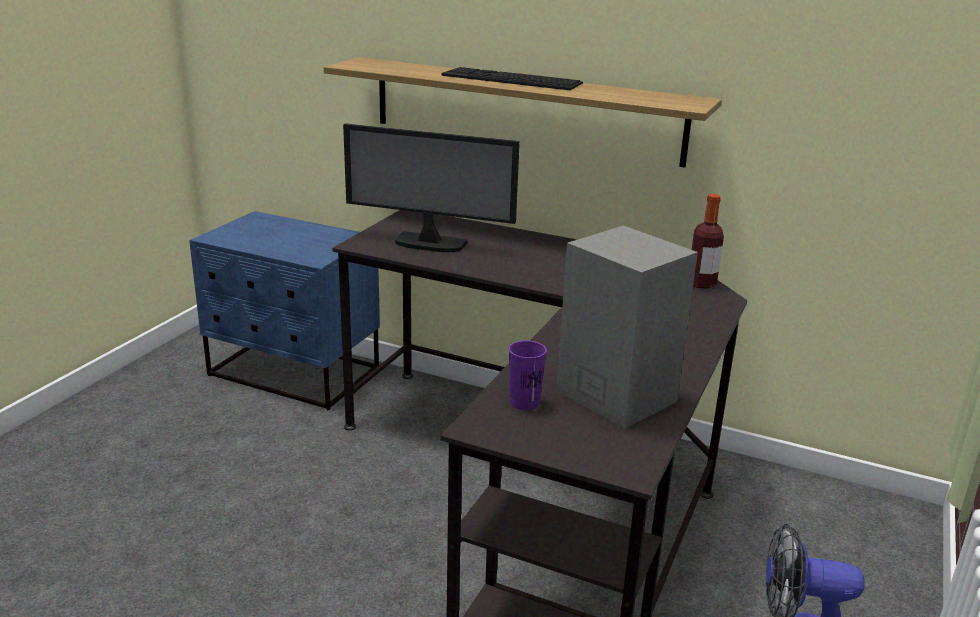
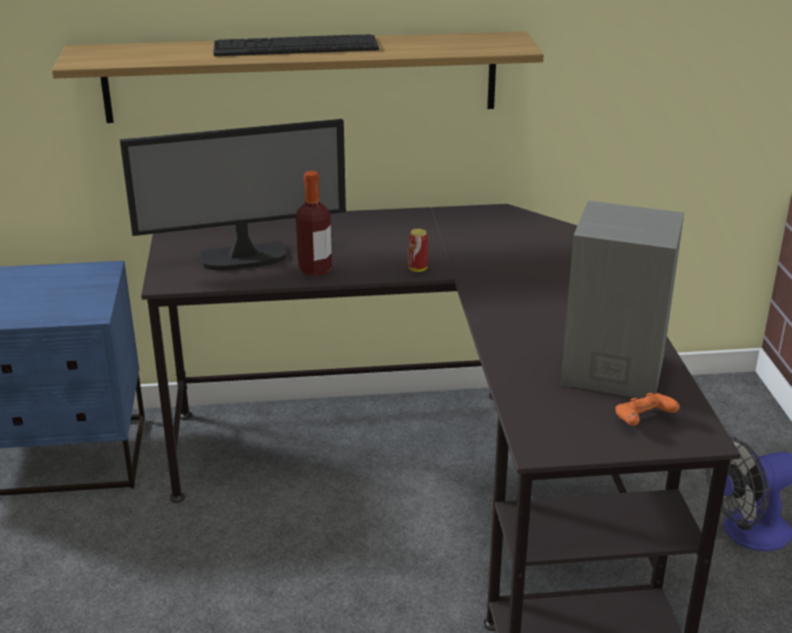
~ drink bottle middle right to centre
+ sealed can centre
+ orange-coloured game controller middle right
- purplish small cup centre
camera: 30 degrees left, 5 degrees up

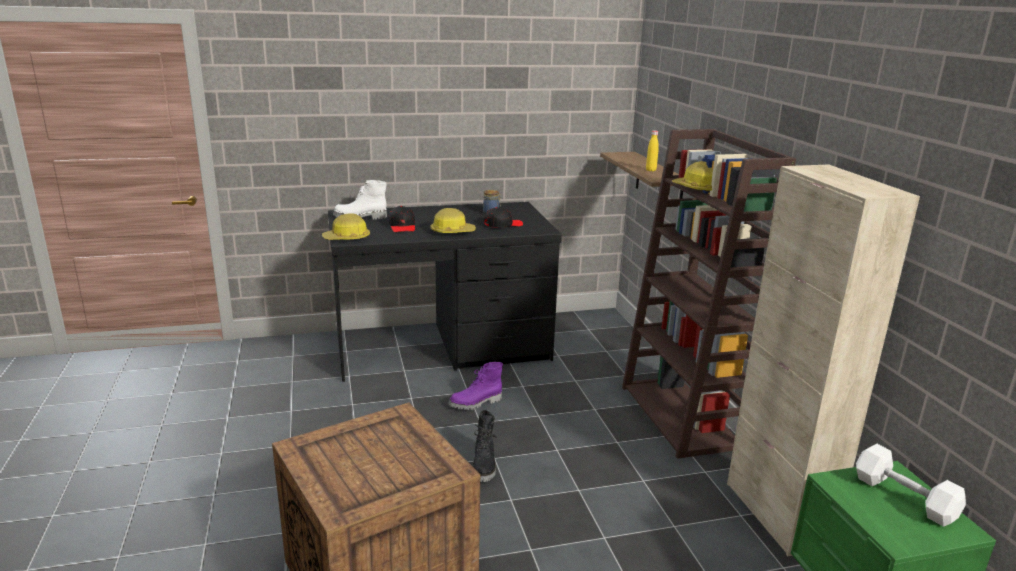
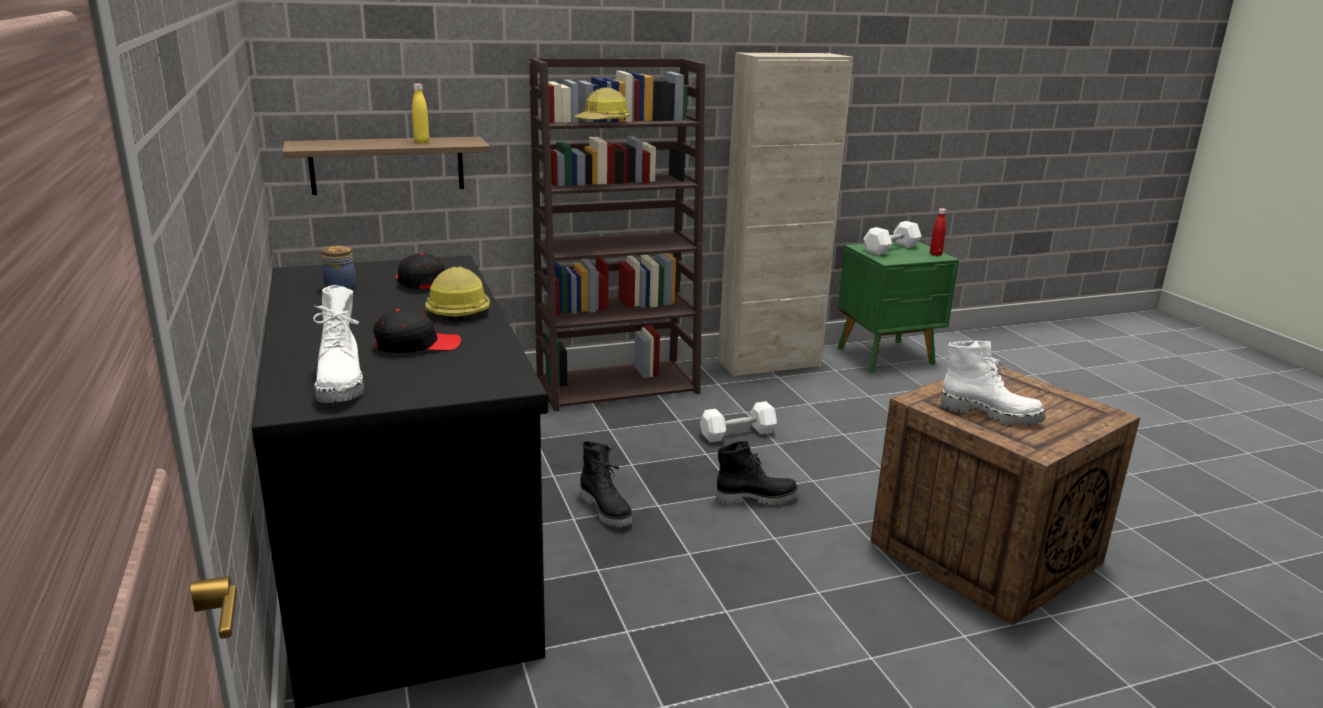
~ purplish high-top boot bottom centre to black-coloured high-top boot (1st from left) bottom centre
+ white-coloured hand weight (1st from left) centre
+ red-coloured drink bottle top right
+ white-coloured high-top boot (2nd from left) middle right
- work helmet (1st from left) centre
camera: 95 degrees left, 0 degrees up

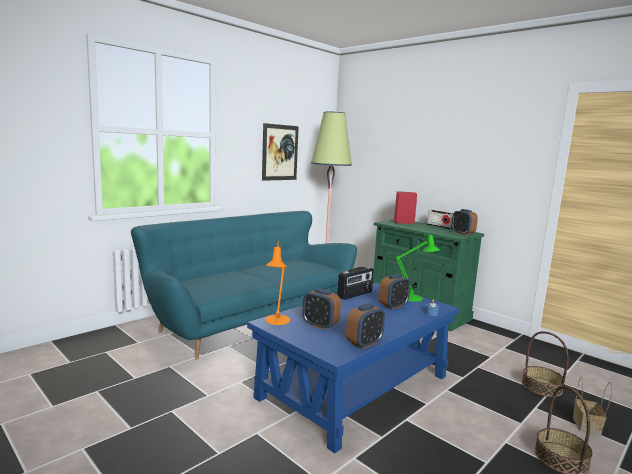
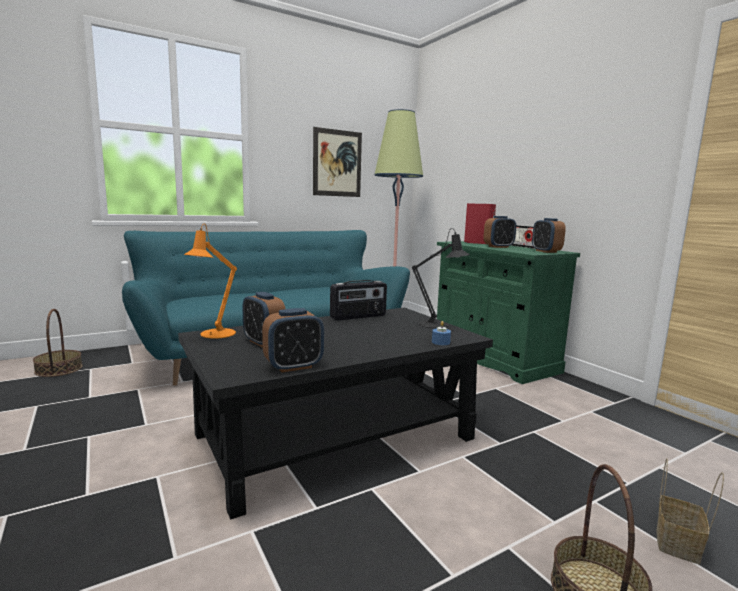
~ basket (1st from left) bottom right to middle left
~ bluish low table bottom centre to black-coloured low table bottom centre
~ green-coloured lamp for a table centre to black-coloured lamp for a table centre
~ alarm clock (3rd from left) centre to middle right
camera: 15 degrees right, 0 degrees up

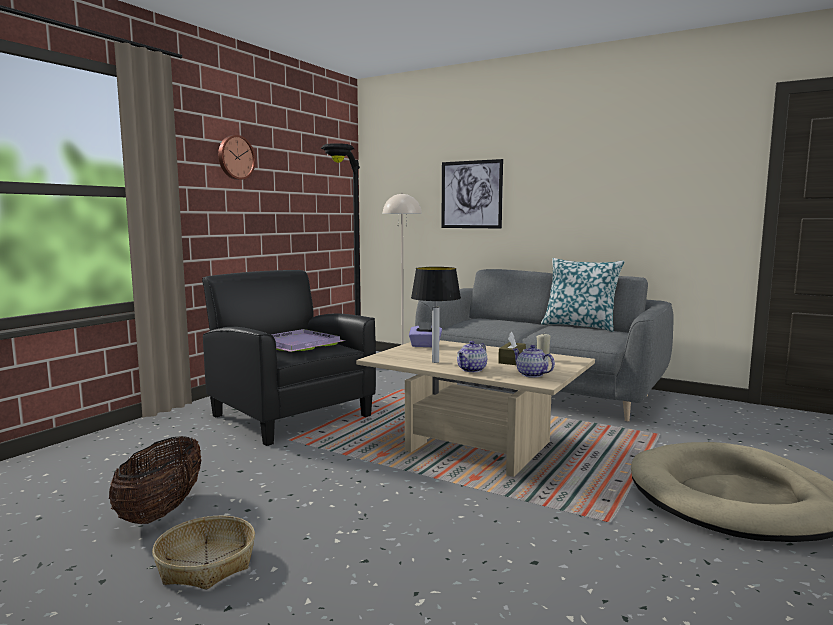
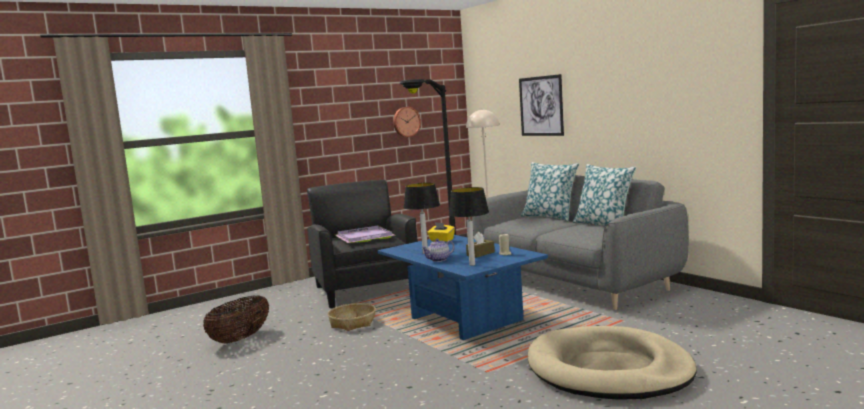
~ basket (2nd from left) bottom left to bottom centre
~ beige low table centre to bluish low table bottom centre
~ wall clock top left to top centre
~ purplish box of tissues centre to yellow-coloured box of tissues centre
~ tea pot (2nd from left) centre to lamp for a table (2nd from left) centre
+ throw pillow (1st from left) centre
camera: 25 degrees right, 0 degrees up

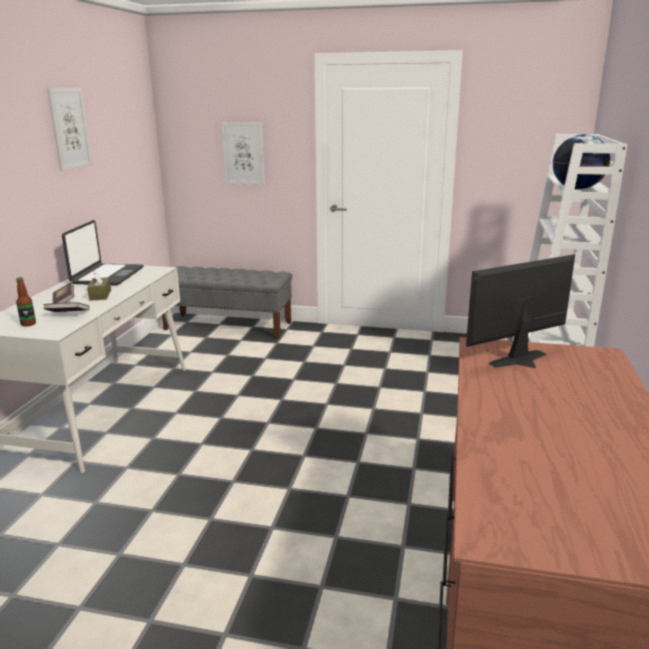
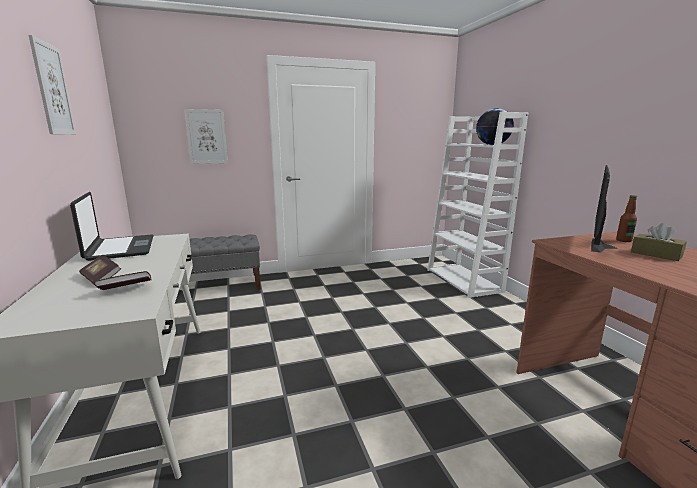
~ drink bottle middle left to middle right
~ brown box of tissues middle left to middle right
camera: 30 degrees left, 5 degrees down

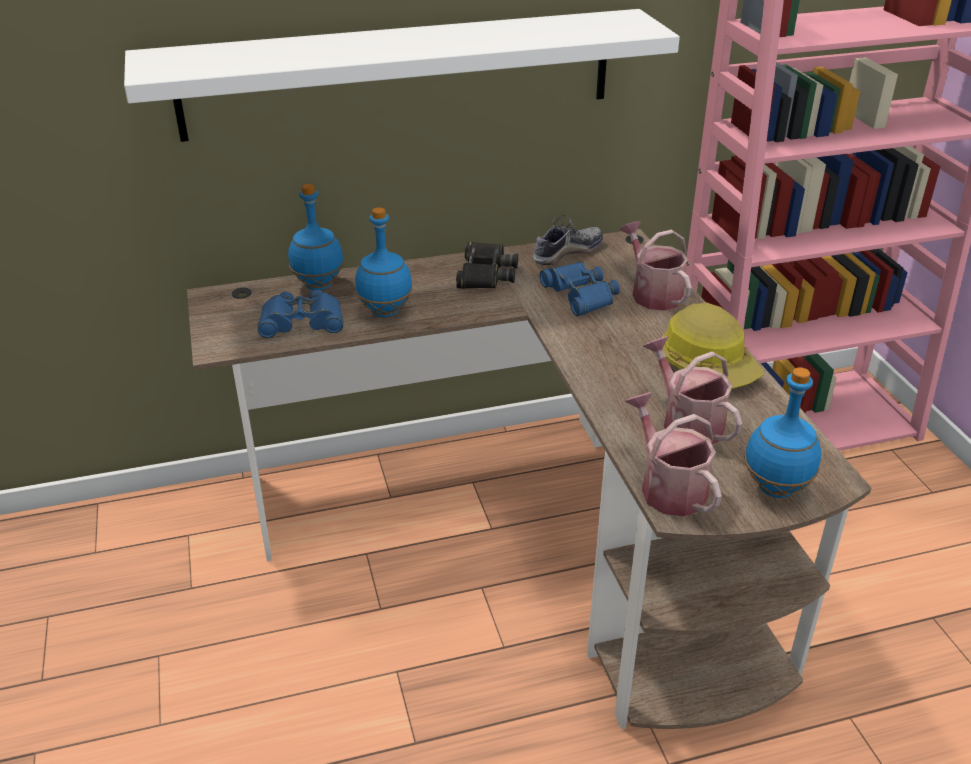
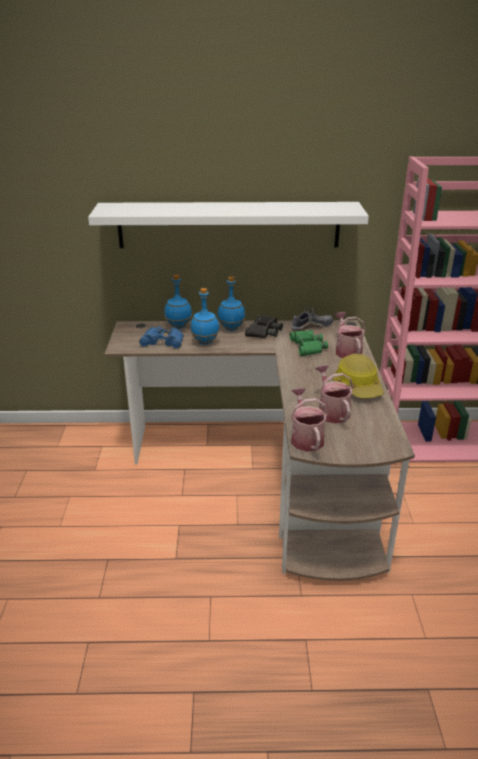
~ bluish drink bottle (3rd from left) middle right to centre
~ bluish pair of binoculars (2nd from left) centre to green-coloured pair of binoculars centre
camera: 15 degrees right, 5 degrees down

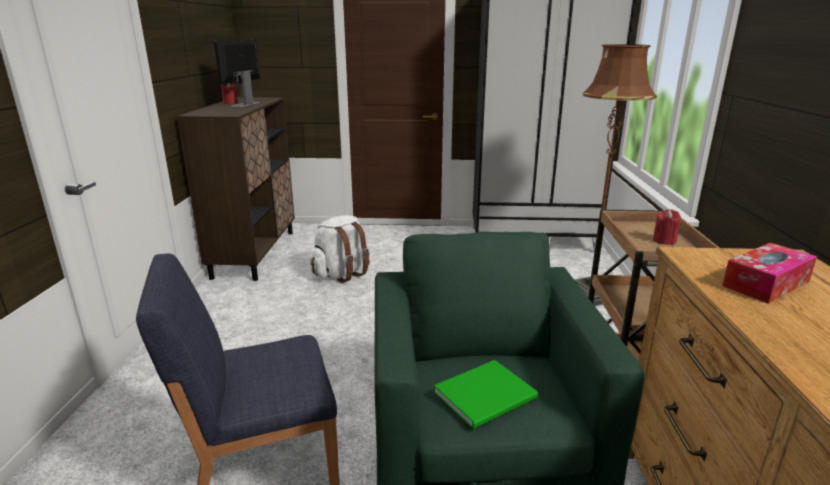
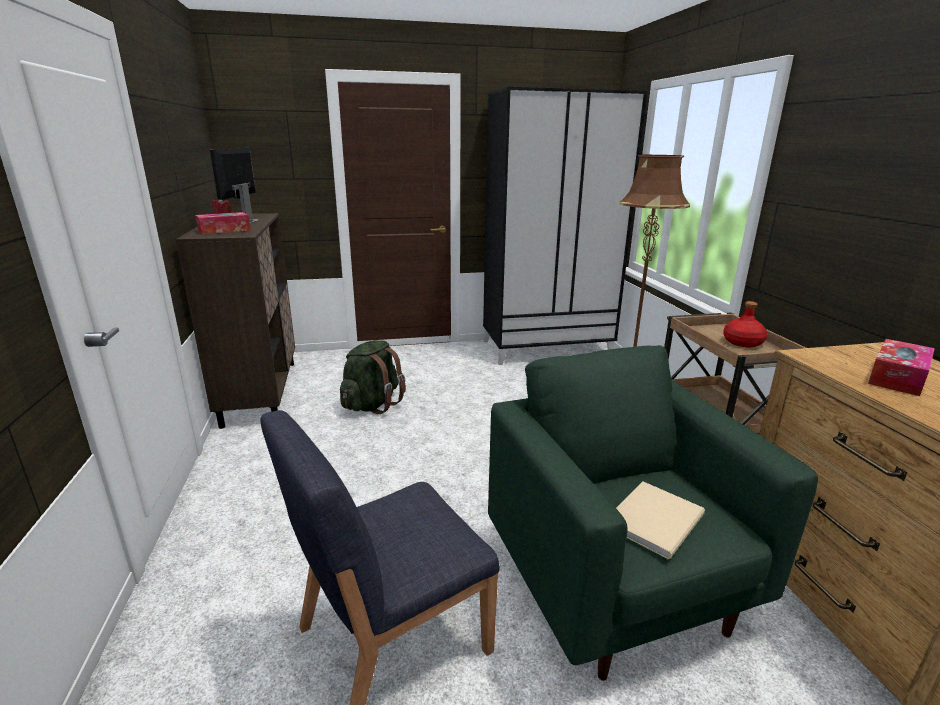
+ box of tissues (1st from left) top left
~ white-coloured rucksack centre to green-coloured rucksack centre
~ green-coloured book bottom centre to beige book bottom right
~ red-coloured wax candle (2nd from left) middle right to red-coloured drink bottle middle right
camera: 15 degrees left, 0 degrees up

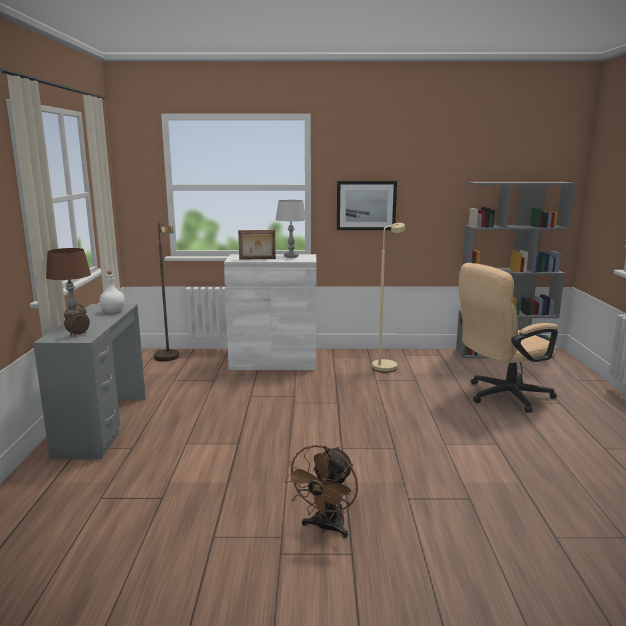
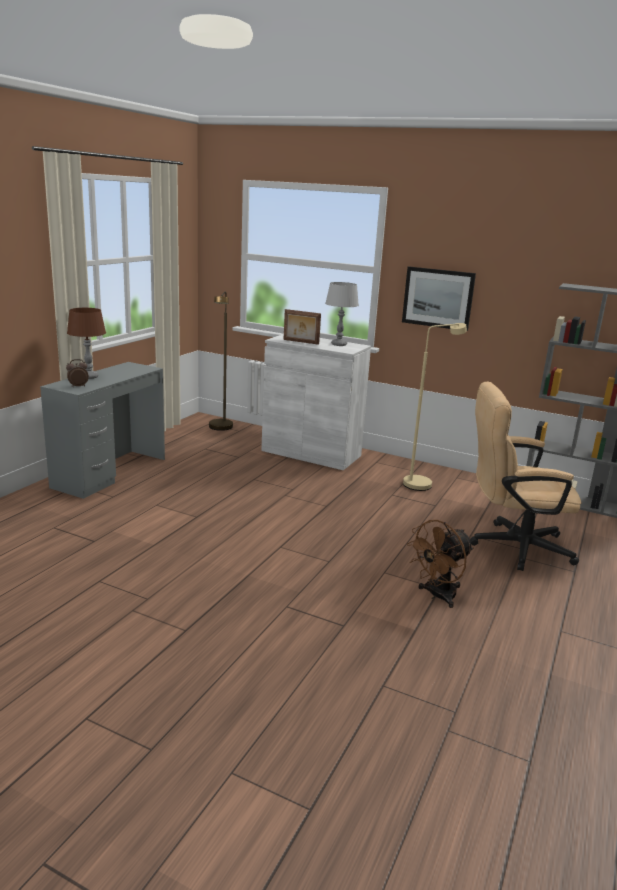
~ brown fan bottom centre to middle right
- white-coloured drink bottle middle left
camera: 25 degrees right, 5 degrees up

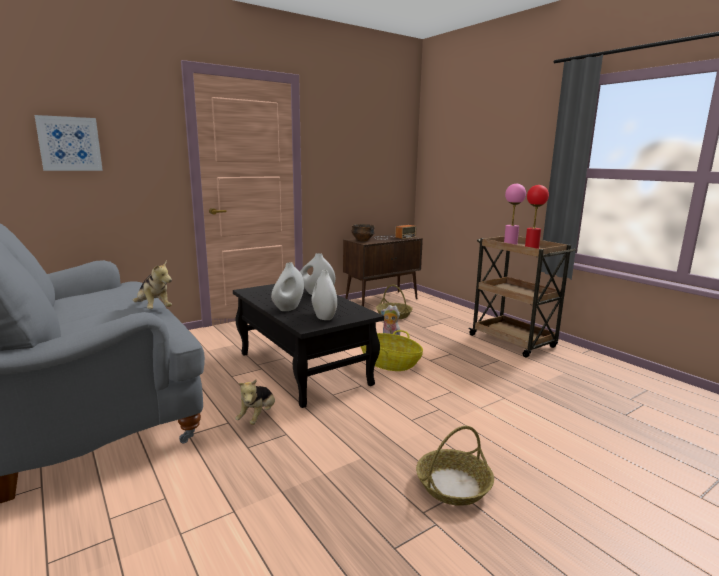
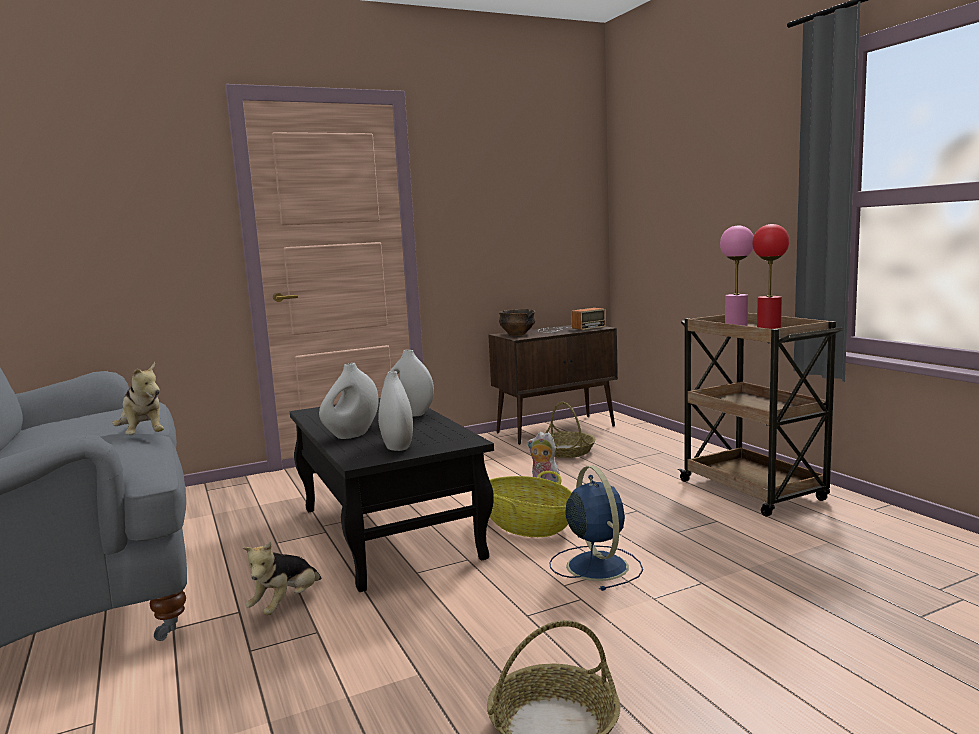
+ bluish fan bottom centre
- picture top left
camera: 10 degrees right, 5 degrees down

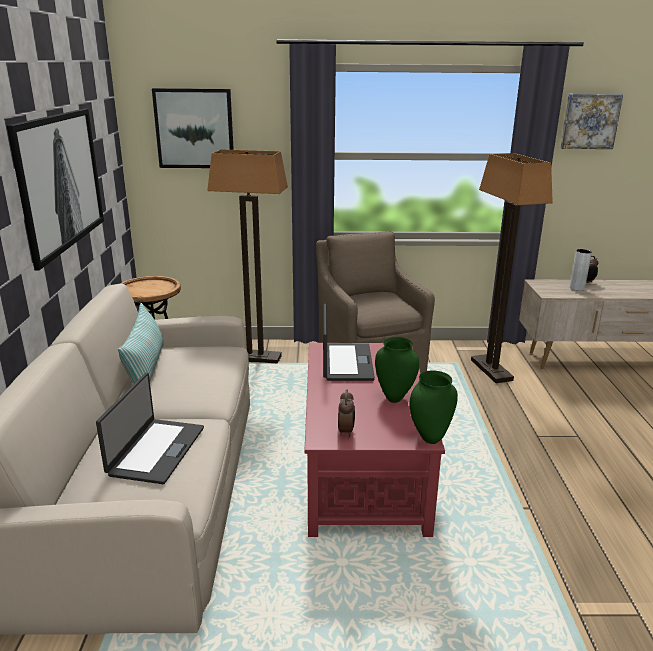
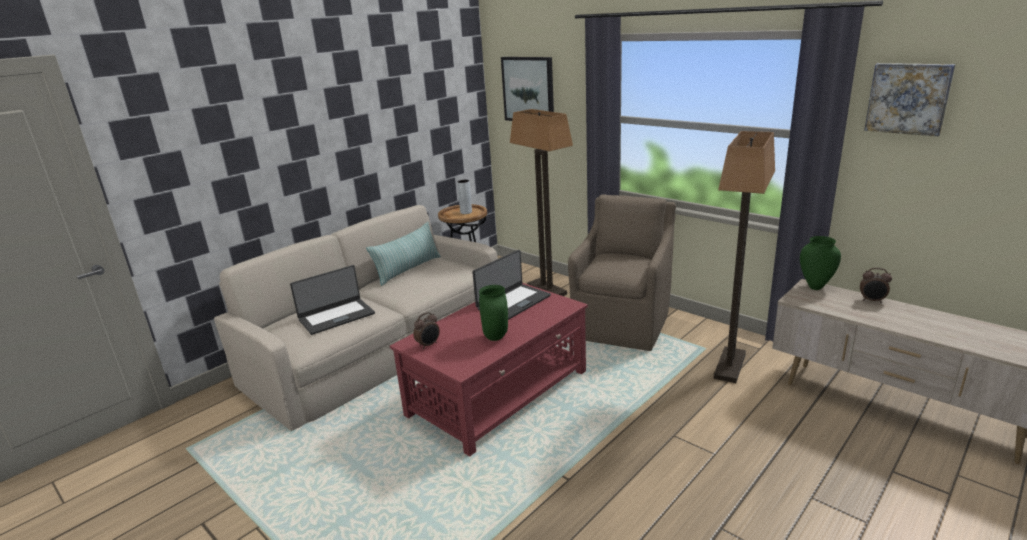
~ greyish decorative vase middle right to centre
~ green-coloured decorative vase (2nd from left) centre to middle right
- picture (1st from left) top left
camera: 45 degrees right, 0 degrees up

